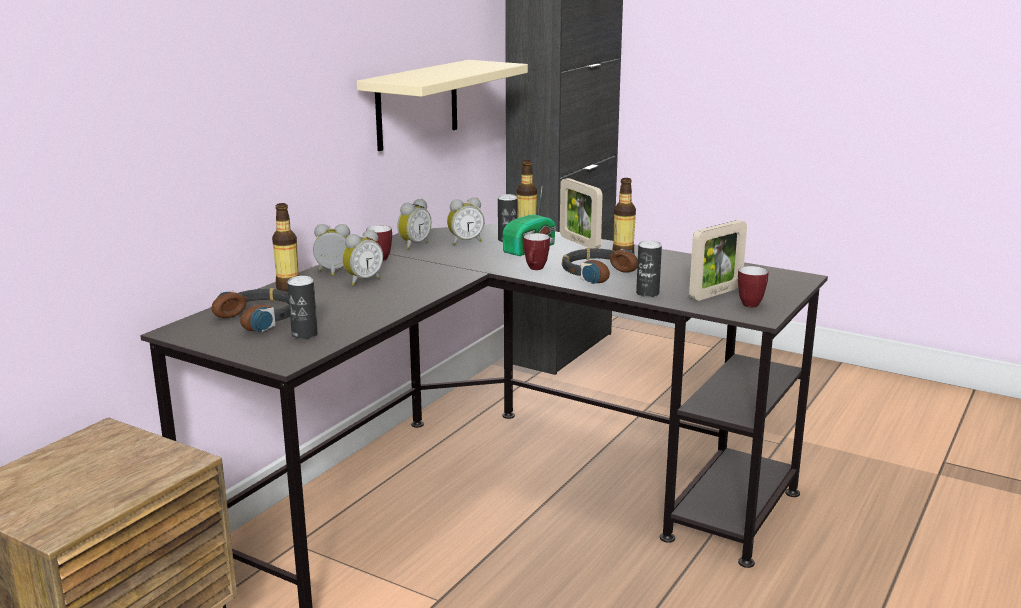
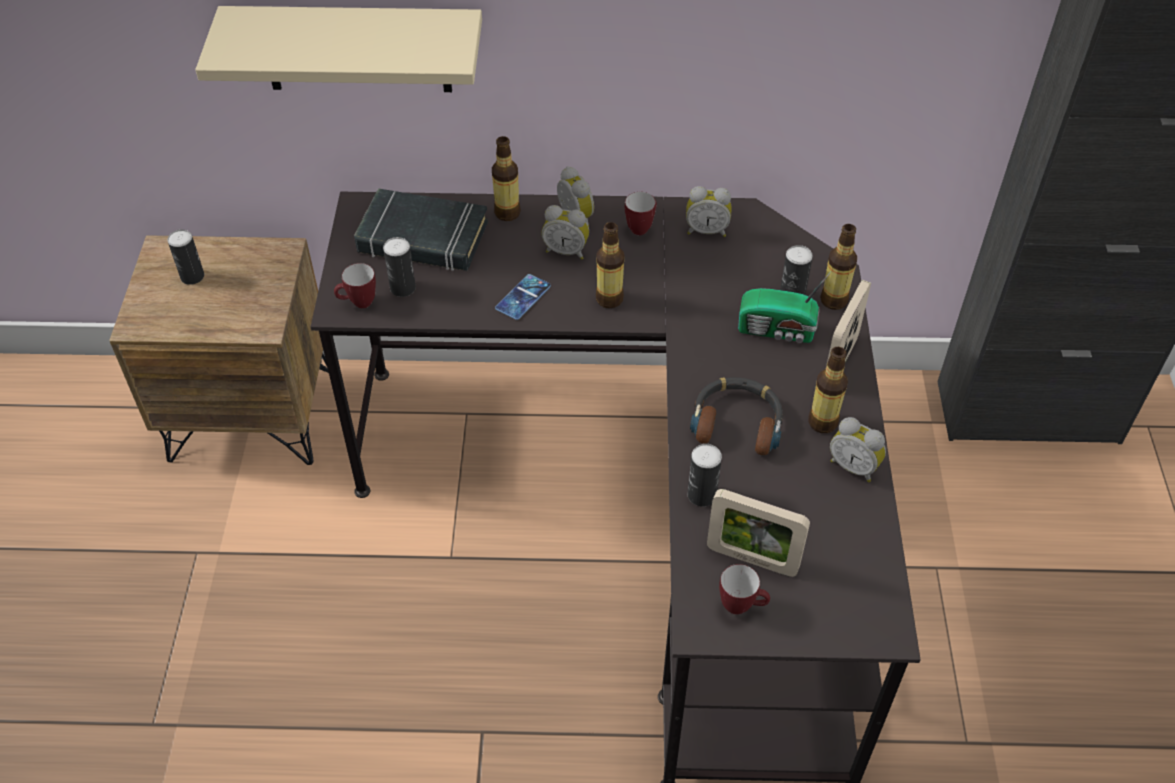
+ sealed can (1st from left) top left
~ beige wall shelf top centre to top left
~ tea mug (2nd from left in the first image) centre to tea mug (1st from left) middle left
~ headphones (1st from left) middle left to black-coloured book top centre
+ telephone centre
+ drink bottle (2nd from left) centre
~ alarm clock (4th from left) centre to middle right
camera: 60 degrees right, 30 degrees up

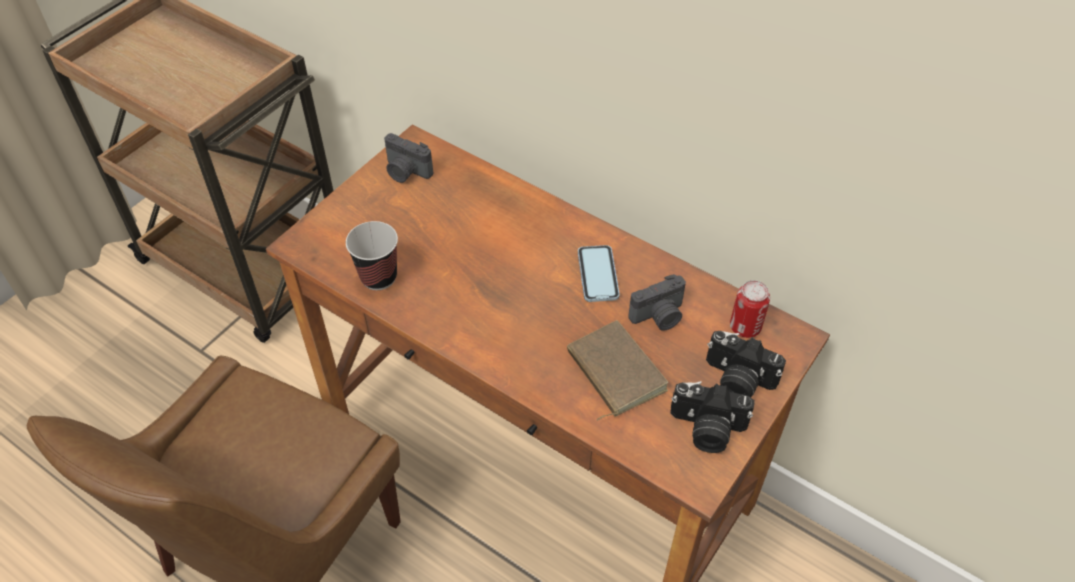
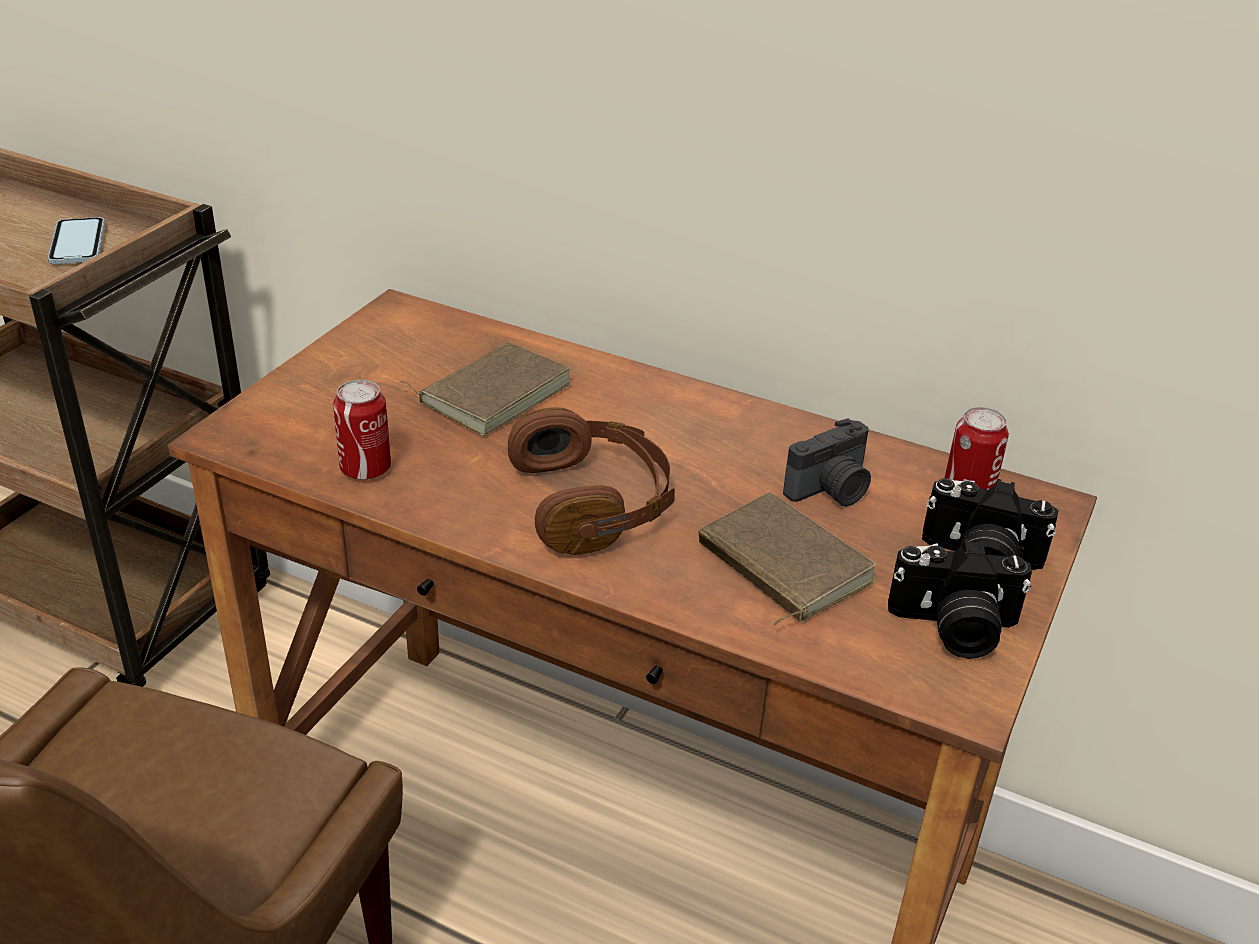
~ telephone centre to top left
~ small cup centre to sealed can (1st from left) middle left
+ brown book (1st from left) centre
+ brown headphones centre
- still camera (1st from left) top centre
camera: 10 degrees left, 15 degrees down

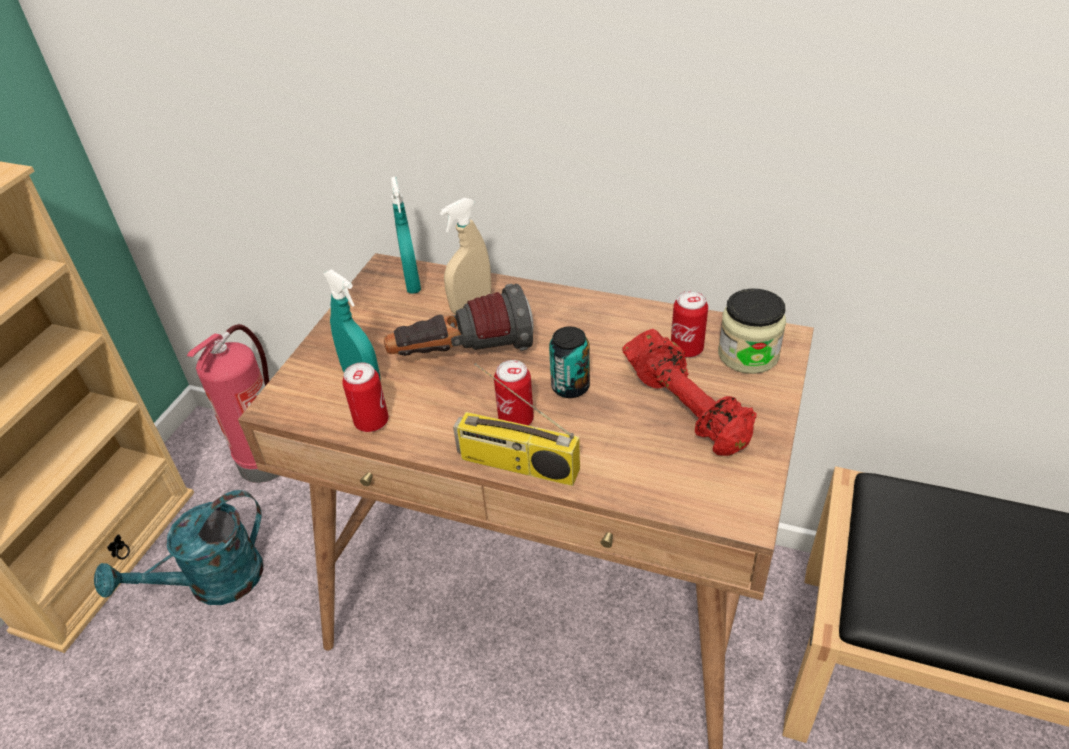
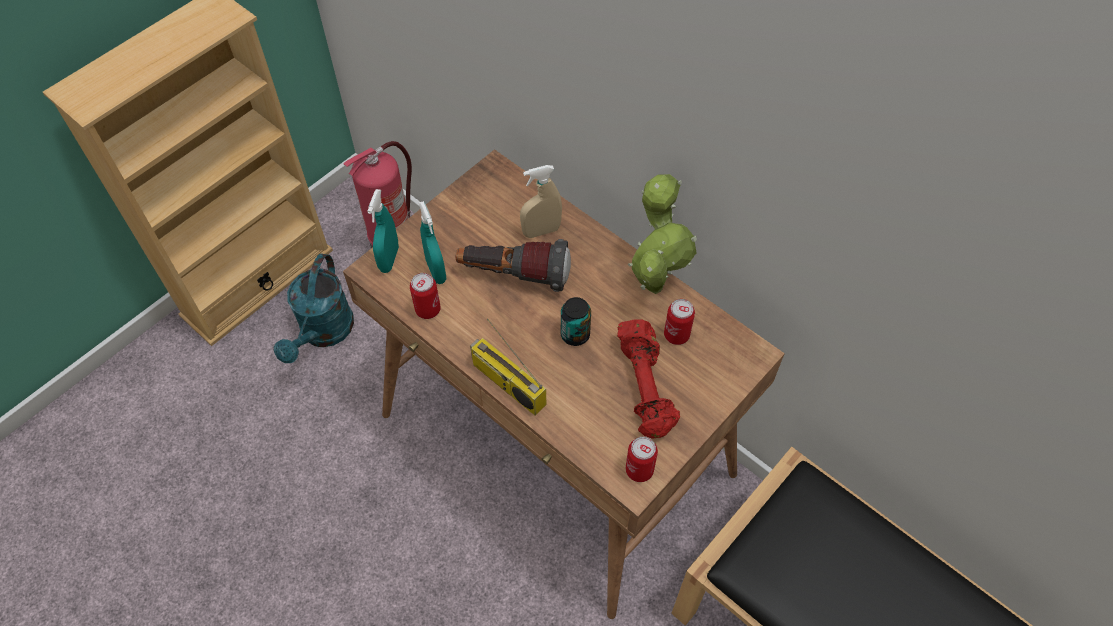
~ turquoise-coloured sprinkling can bottom left = middle left 60 degrees counterclockwise
~ turquoise-coloured spray bottle (2nd from left in the first image) top centre to turquoise-coloured spray bottle (1st from left) centre
~ sealed can (2nd from left in the first image) centre to sealed can (3rd from left) bottom centre
+ plant in a pot centre
- jar middle right
camera: 20 degrees right, 15 degrees up

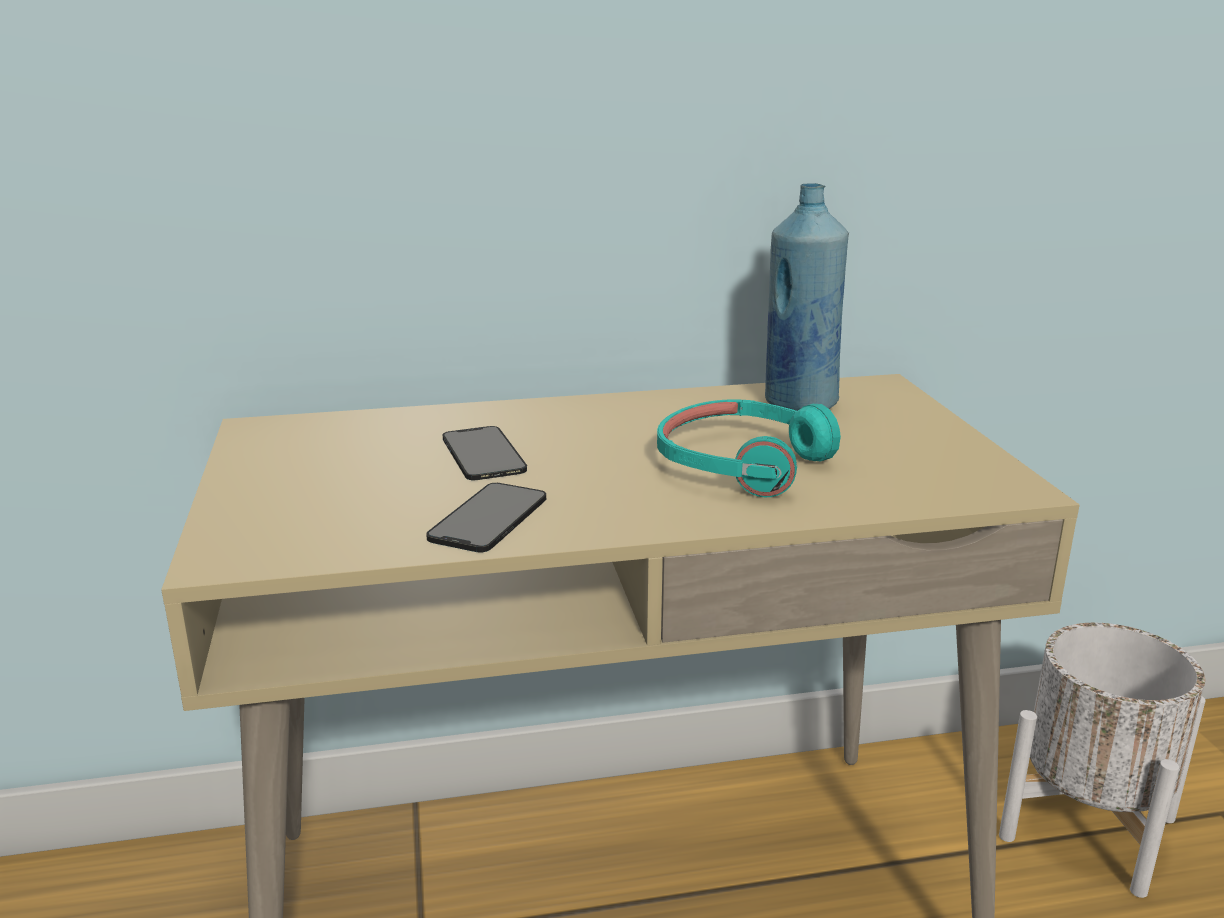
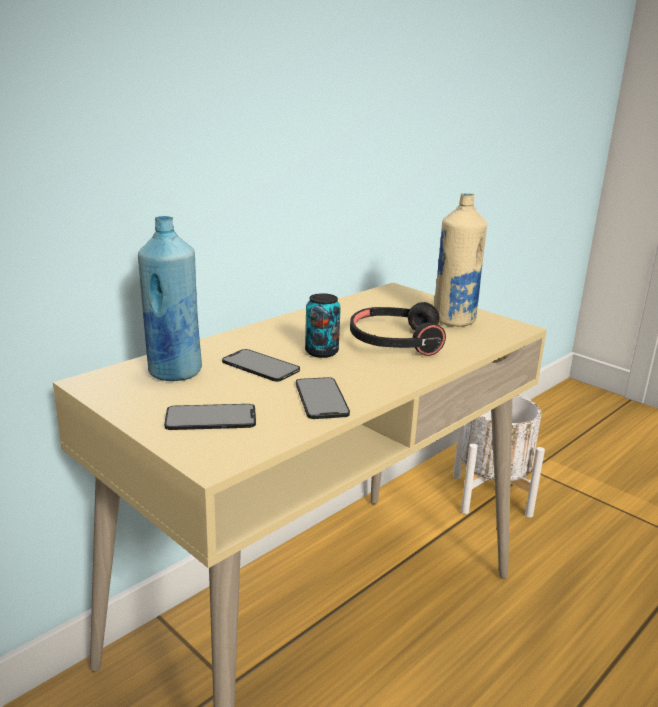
~ bluish drink bottle top centre to middle left
+ telephone (1st from left) middle left
+ sealed can centre
~ turquoise-coloured headphones centre to black-coloured headphones centre
+ beige drink bottle middle right
camera: 35 degrees left, 0 degrees up

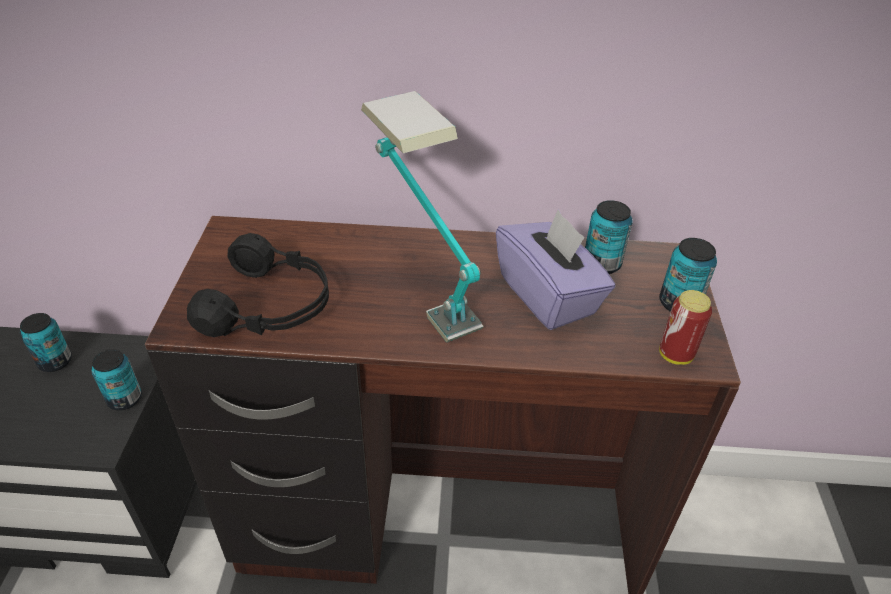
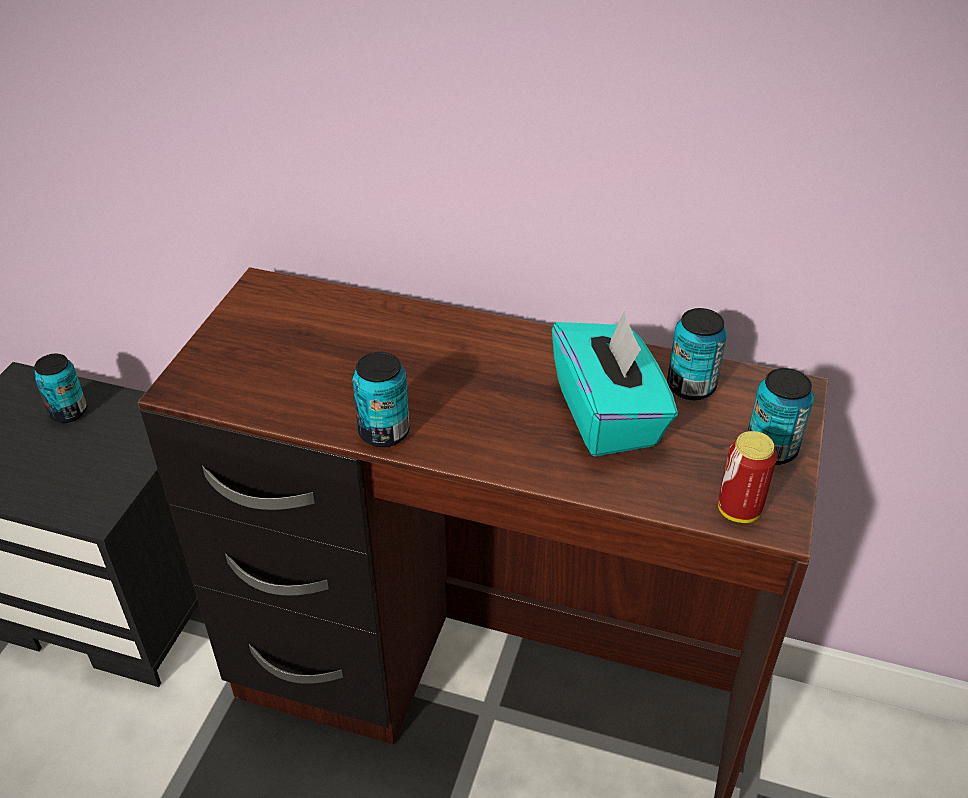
~ sealed can (2nd from left) middle left to centre
~ purplish box of tissues centre to turquoise-coloured box of tissues centre
- black-coloured headphones middle left
- lamp for a table centre
camera: 15 degrees right, 0 degrees up

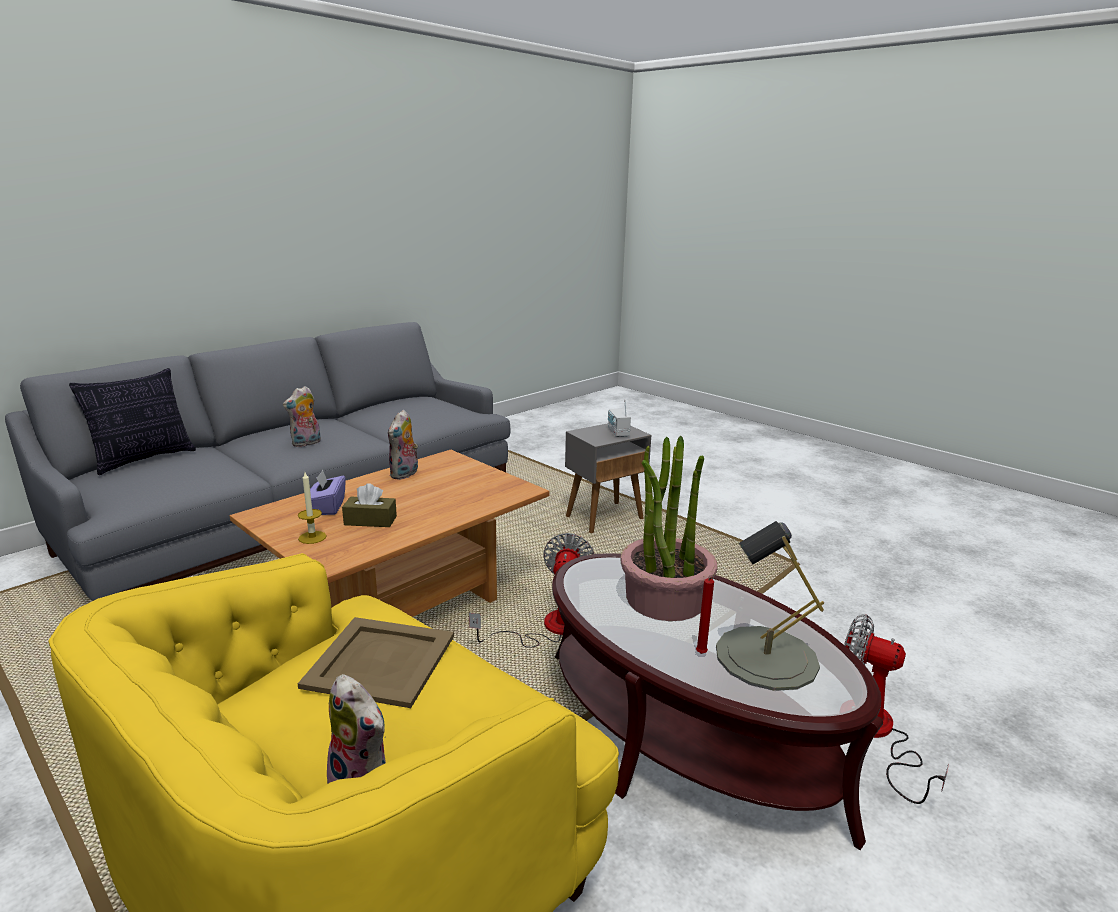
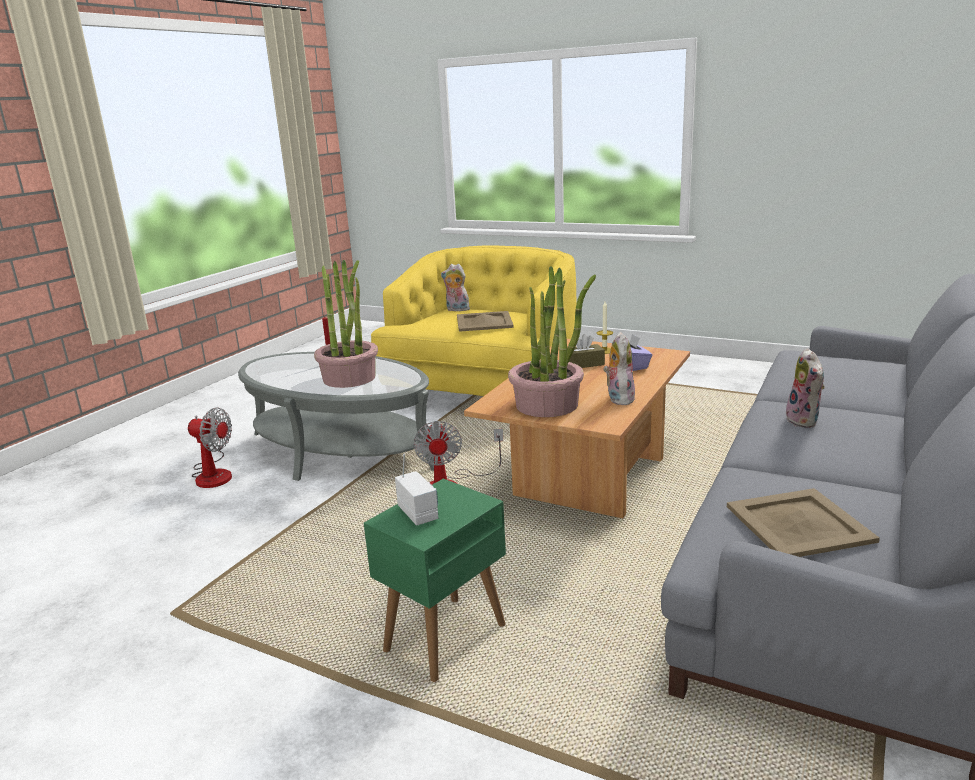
~ brown low table (2nd from left) bottom centre to greyish low table centre
~ greyish end table centre to green-coloured end table bottom centre
+ plant in a pot (2nd from left) centre
+ beige tray (2nd from left) bottom right
~ plush toy (1st from left in the first image) middle left = middle right 150 degrees clockwise
- throw pillow middle left
- greyish lamp for a table middle right
camera: 165 degrees right, 0 degrees up

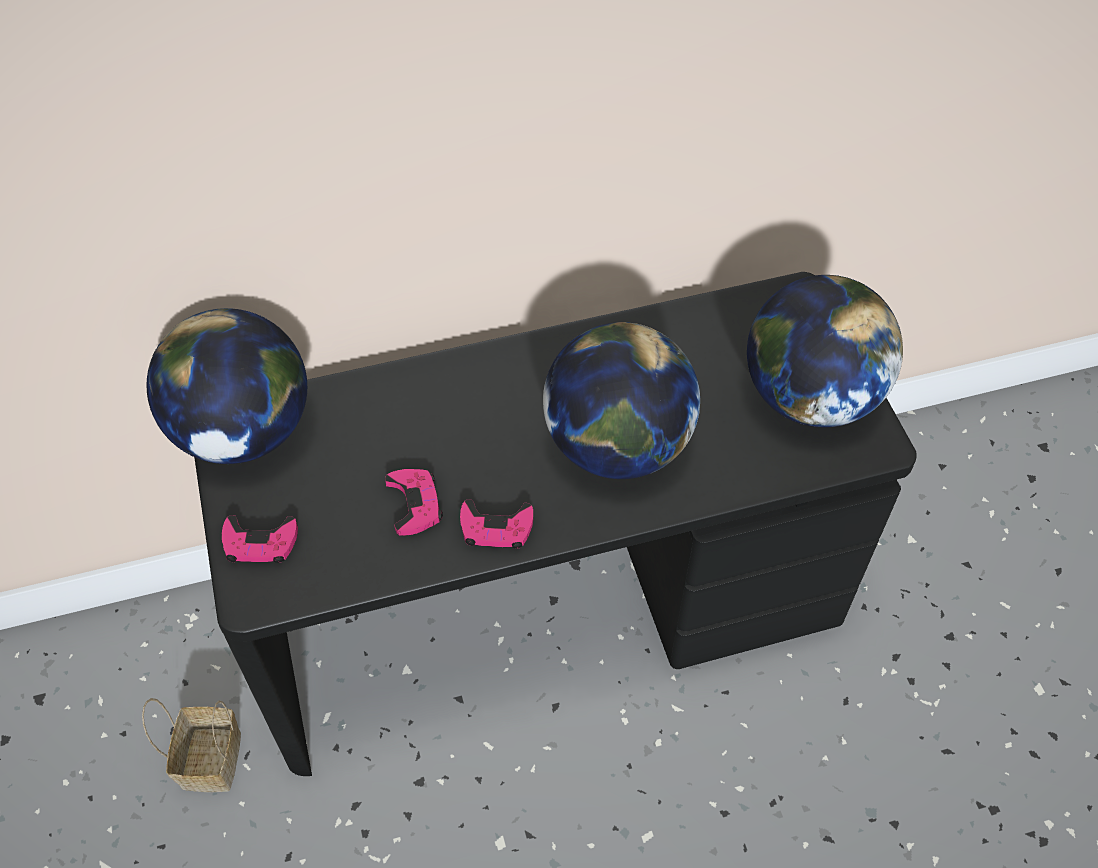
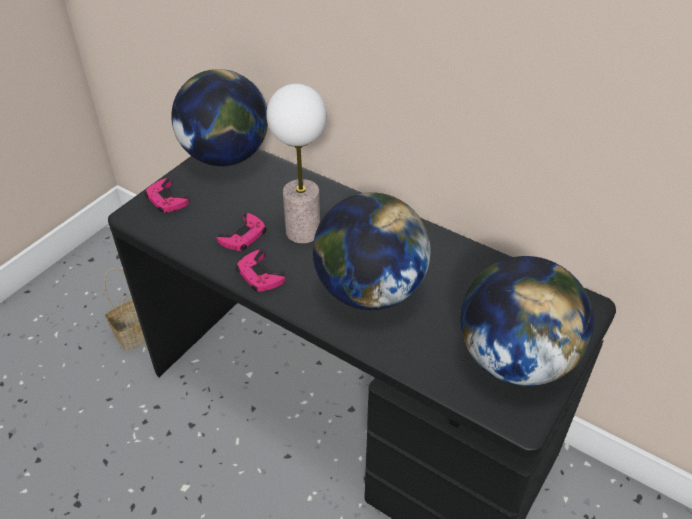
+ lamp for a table top centre
camera: 50 degrees right, 10 degrees down

